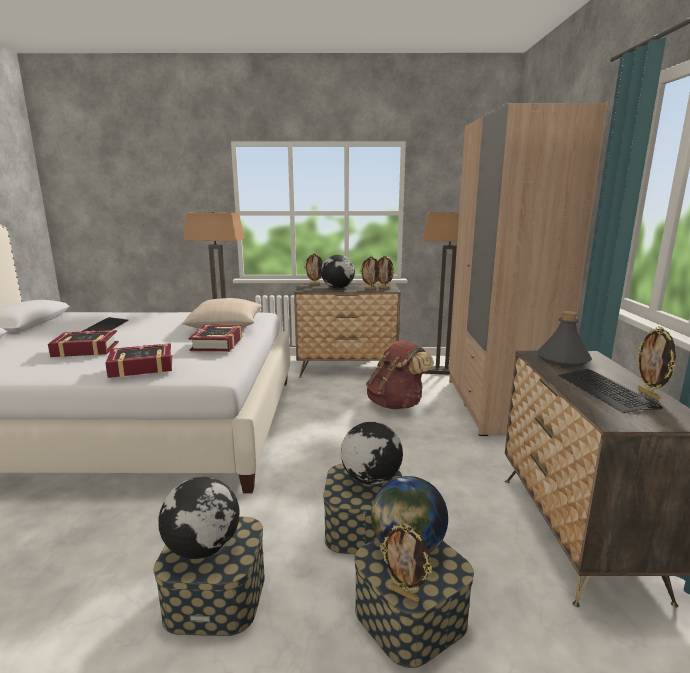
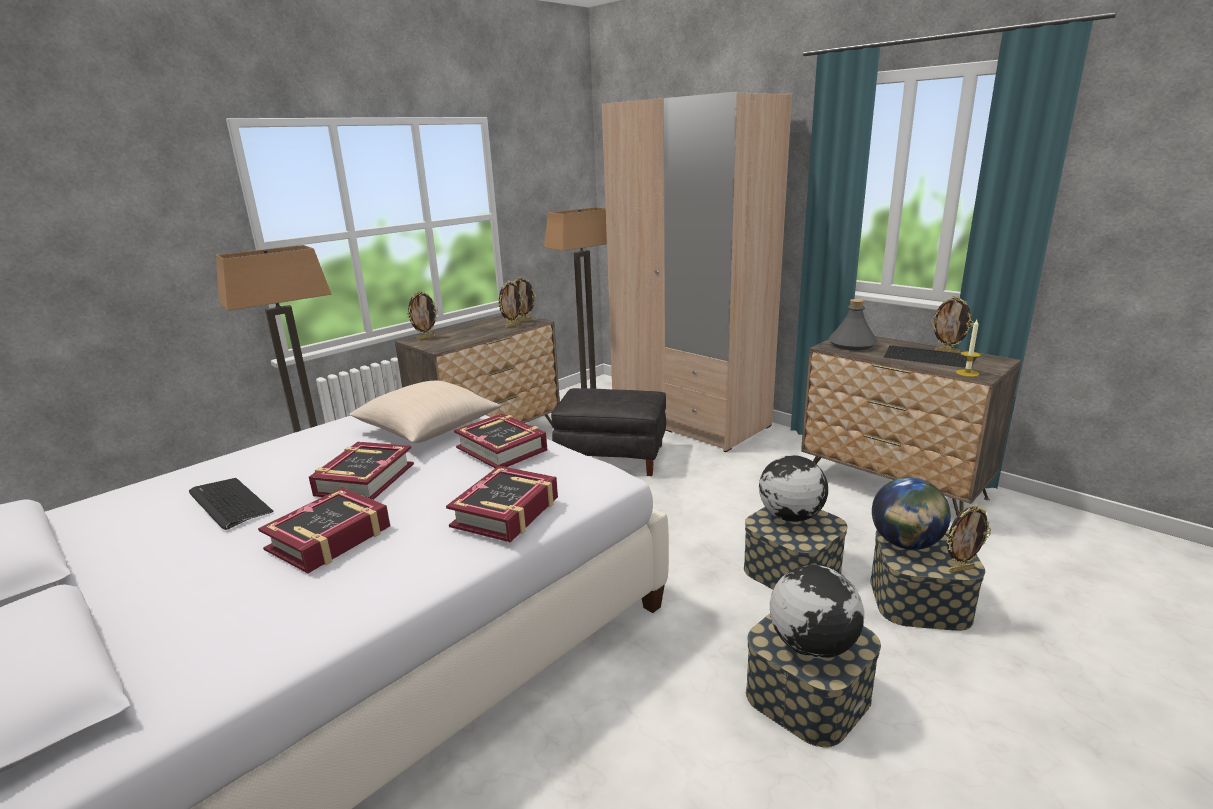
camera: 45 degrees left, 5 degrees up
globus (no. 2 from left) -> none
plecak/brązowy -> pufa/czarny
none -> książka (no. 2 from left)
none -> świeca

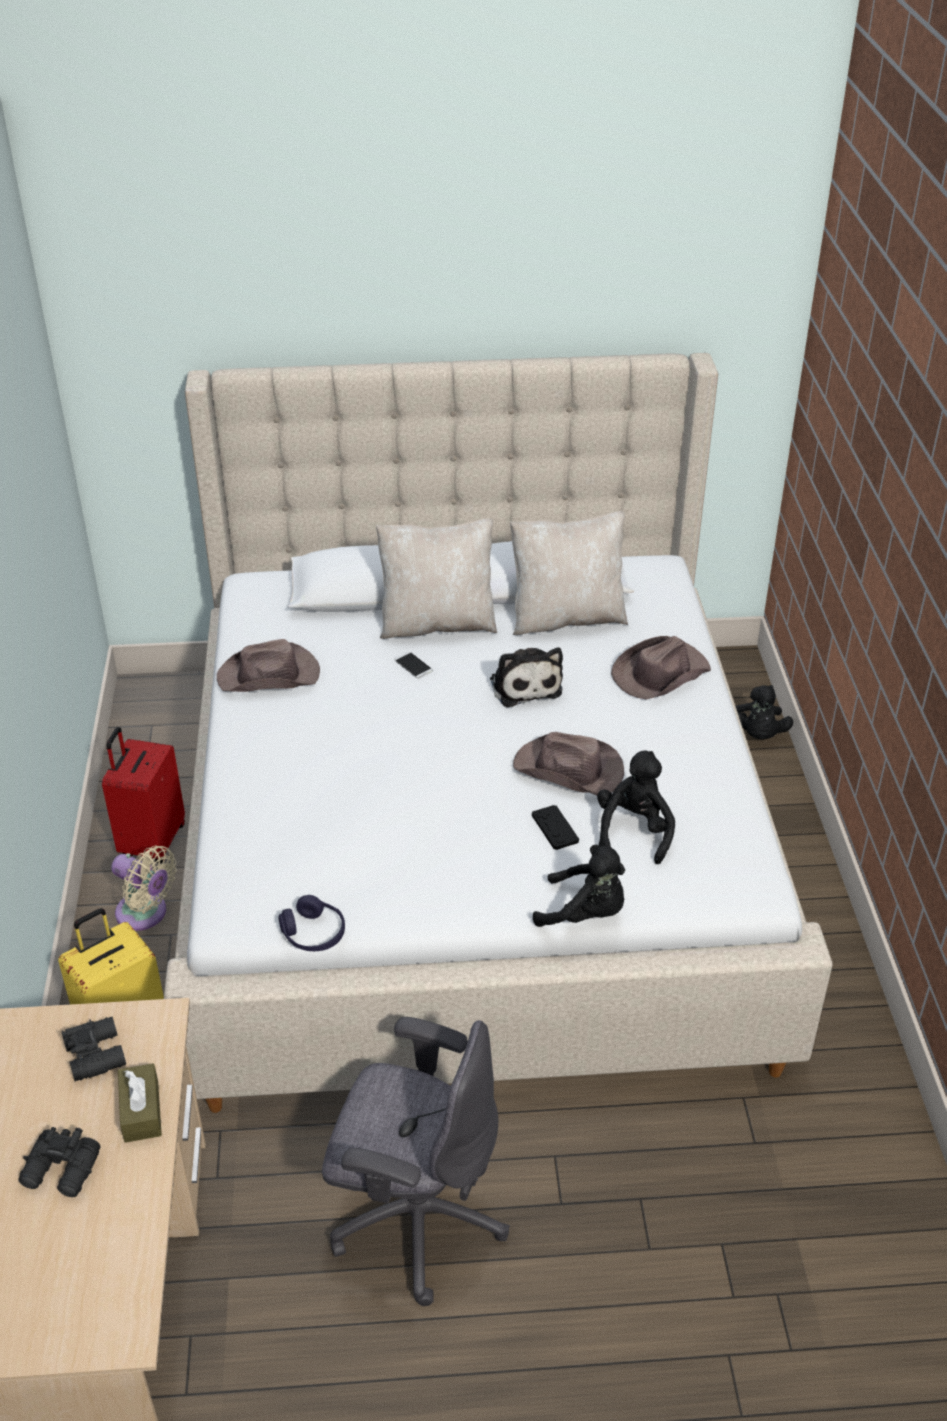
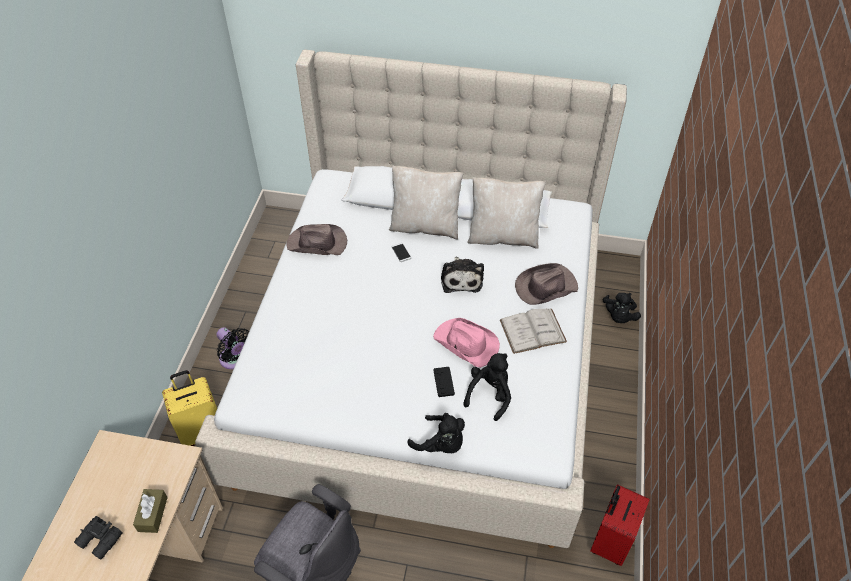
camera: 15 degrees right, 10 degrees up
lornetka/czarny (no. 2 from left) -> none
walizka/czerwony, relocated
wentylator/beżowy -> wentylator/czarny
słuchawki/fioletowy -> none
kapelusz/brązowy (no. 2 from left) -> kapelusz/różowy
none -> książka/biały

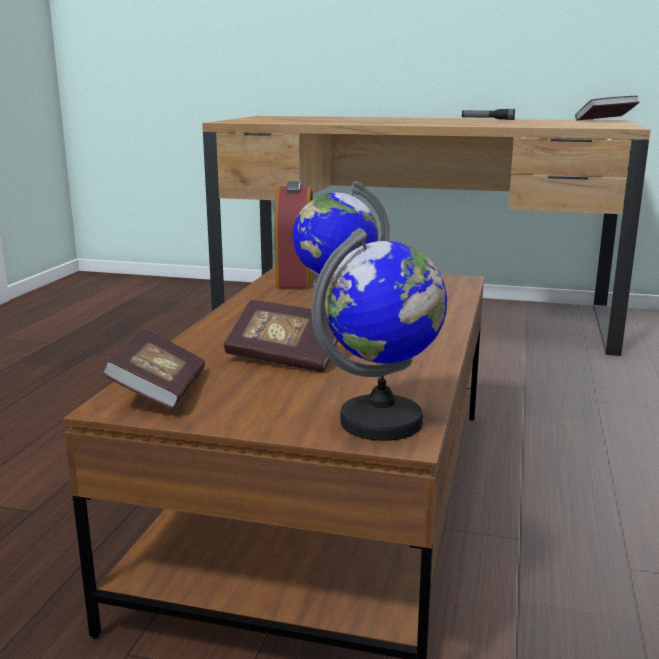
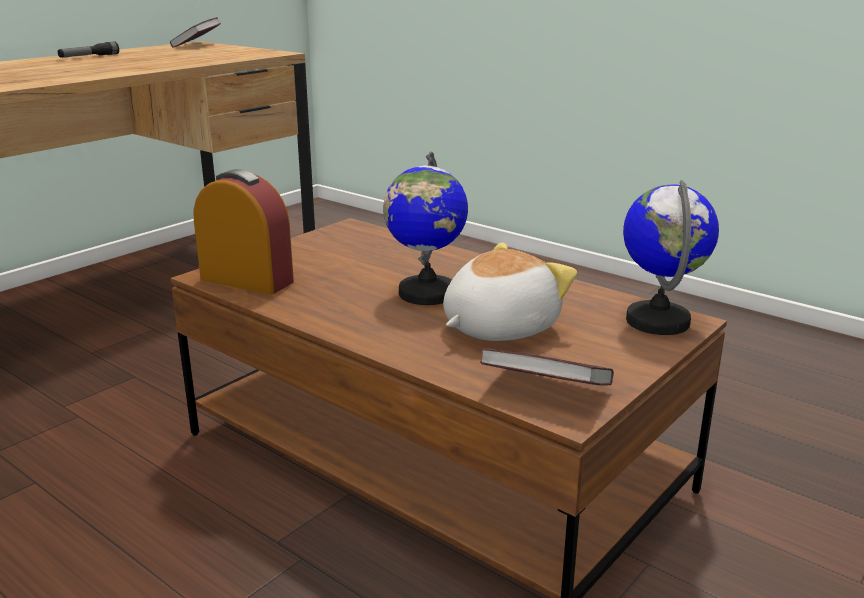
camera: 65 degrees left, 5 degrees up
książka (no. 2 from left) -> pluszak

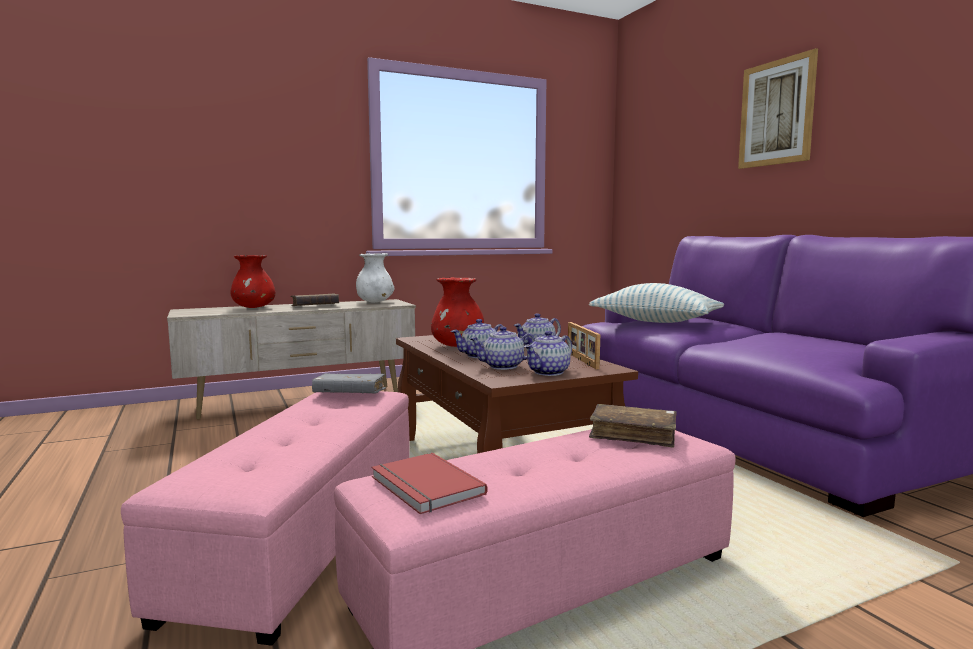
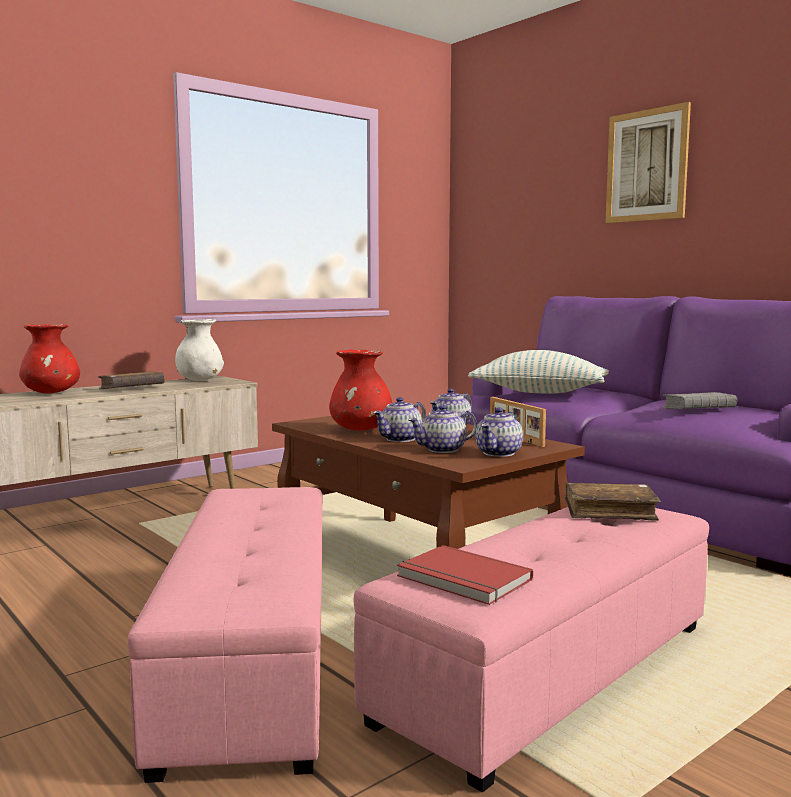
camera: 15 degrees left, 0 degrees up
książka/szary, relocated

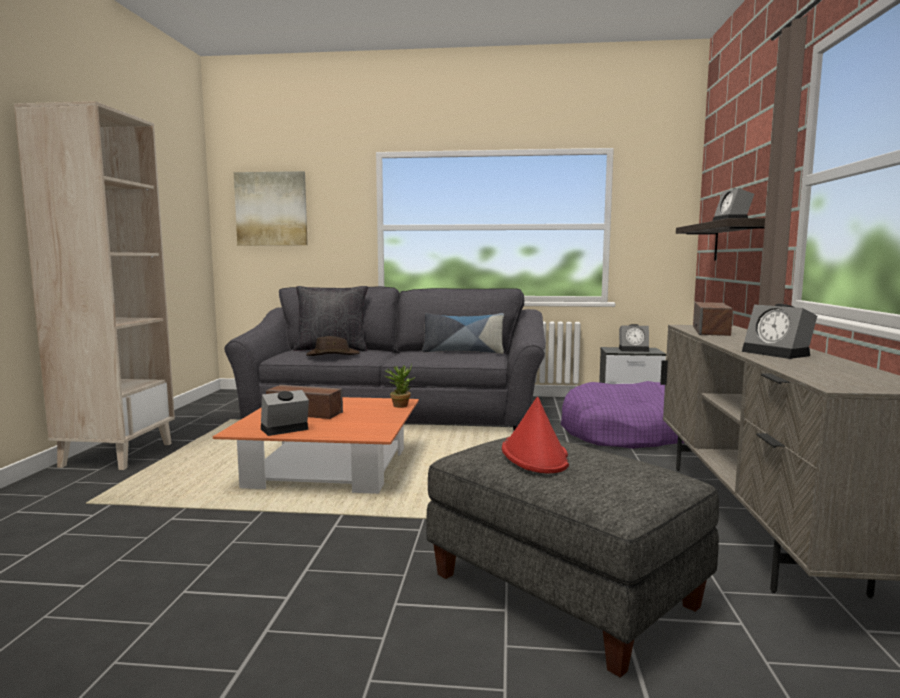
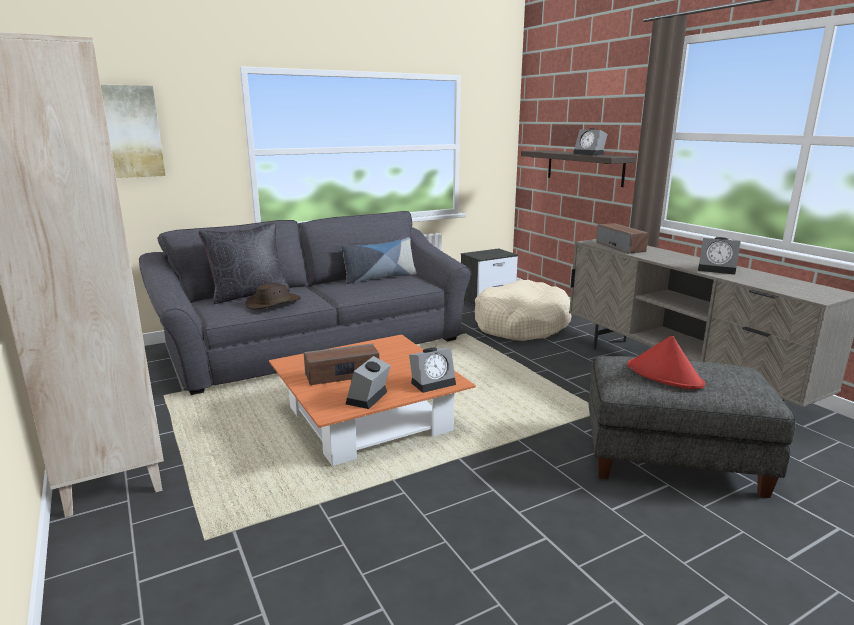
camera: 35 degrees left, 10 degrees up
roślina doniczkowa -> none
legowisko/fioletowy -> legowisko/beżowy
budzik (no. 2 from left), relocated

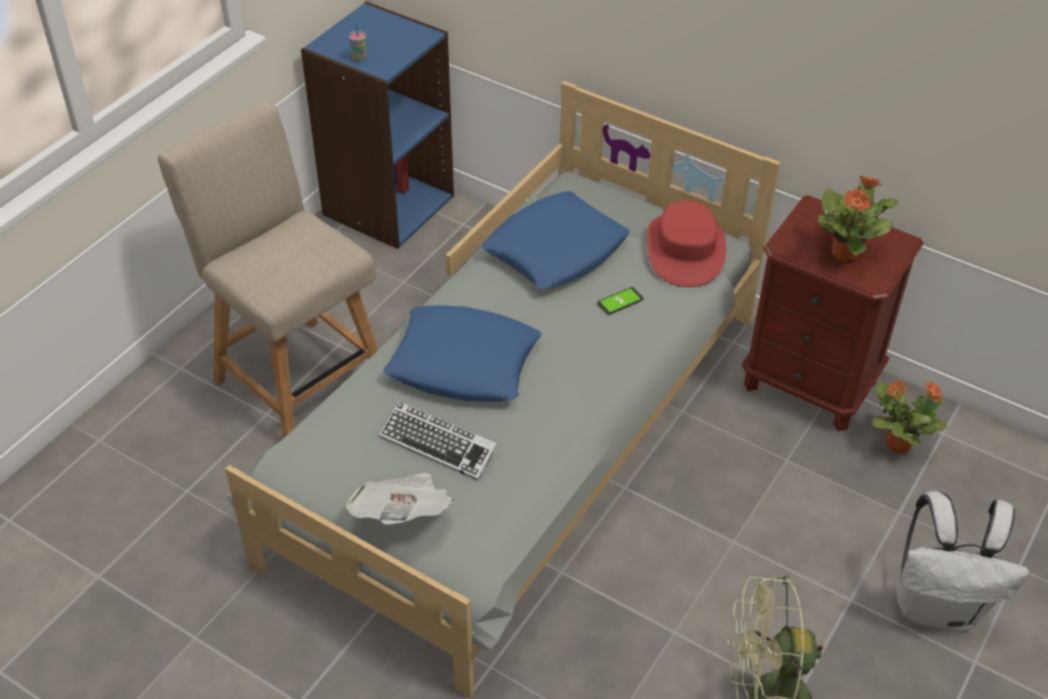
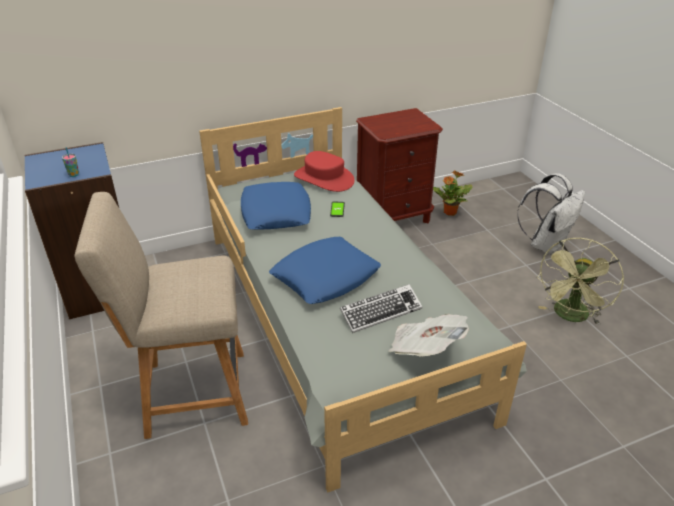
camera: 55 degrees left, 10 degrees down
roślina doniczkowa (no. 1 from left) -> none

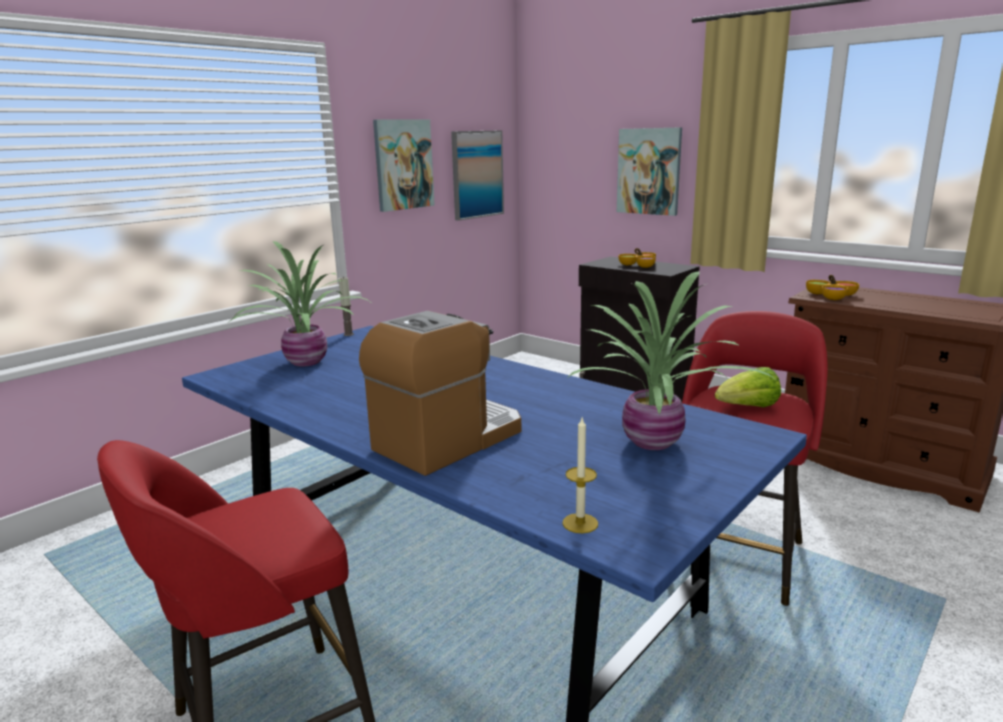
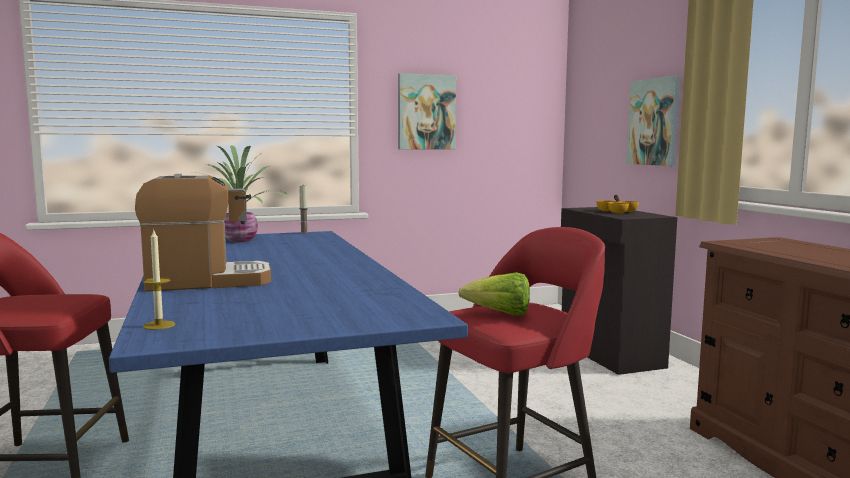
camera: 30 degrees right, 10 degrees down
obraz (no. 2 from left) -> none
roślina doniczkowa (no. 2 from left) -> none
miska (no. 2 from left) -> none

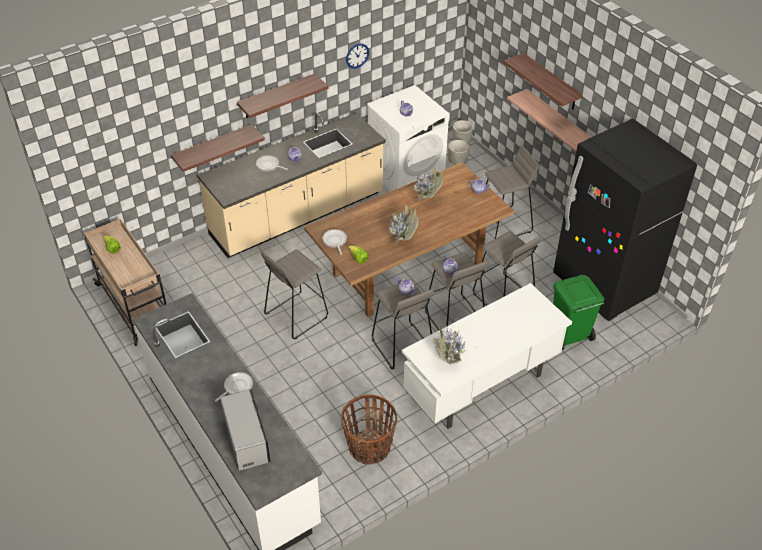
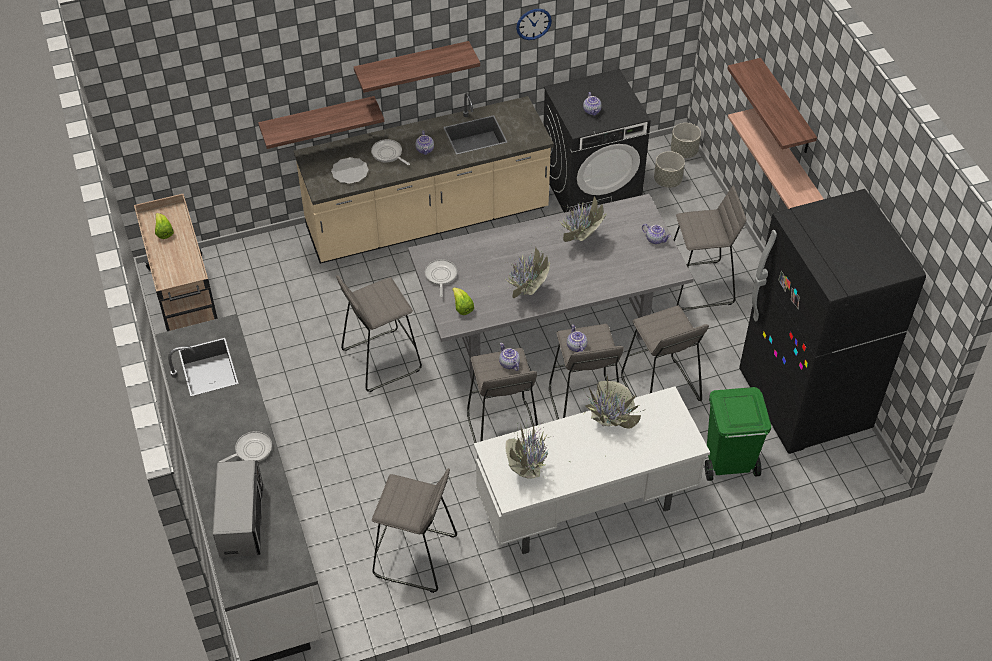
camera: 15 degrees right, 5 degrees up
stół jadalny/brązowy -> stół jadalny/szary
koszyk -> stołek/szary (no. 2 from left)
pralka/biały -> pralka/czarny
none -> talerz
none -> roślina doniczkowa (no. 4 from left)

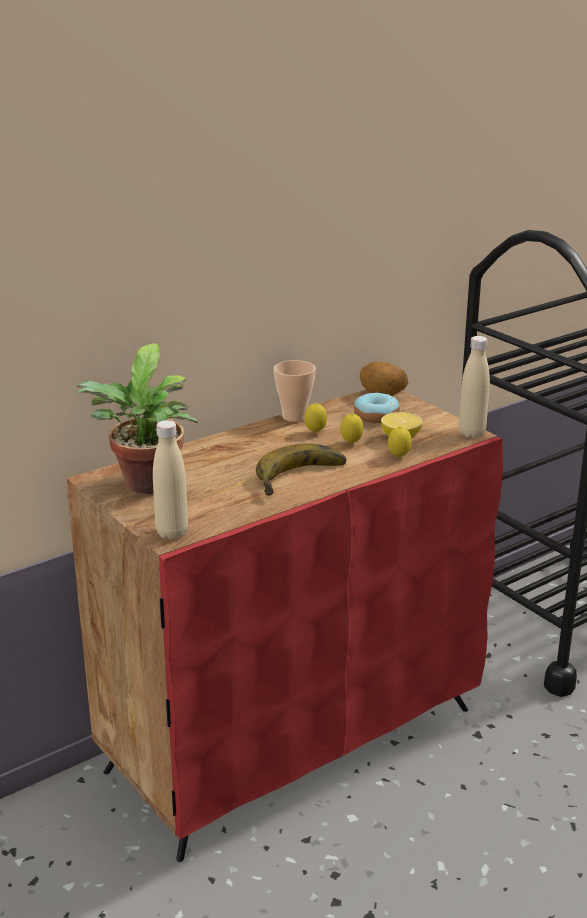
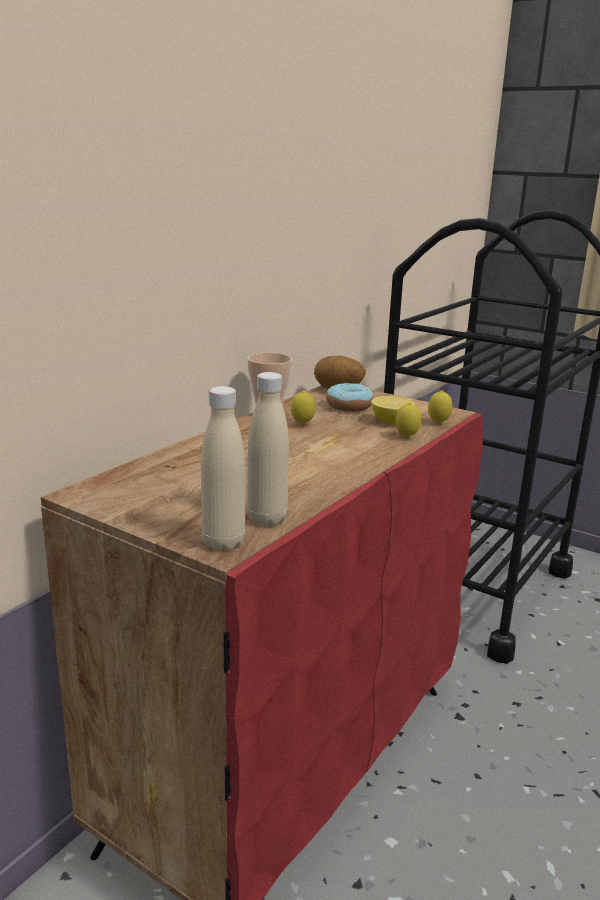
camera: 20 degrees left, 5 degrees down
roślina doniczkowa -> none
banan -> none
cytryna (no. 2 from left in the first image) -> cytryna (no. 4 from left), relocated
butelka/beżowy (no. 2 from left), relocated

